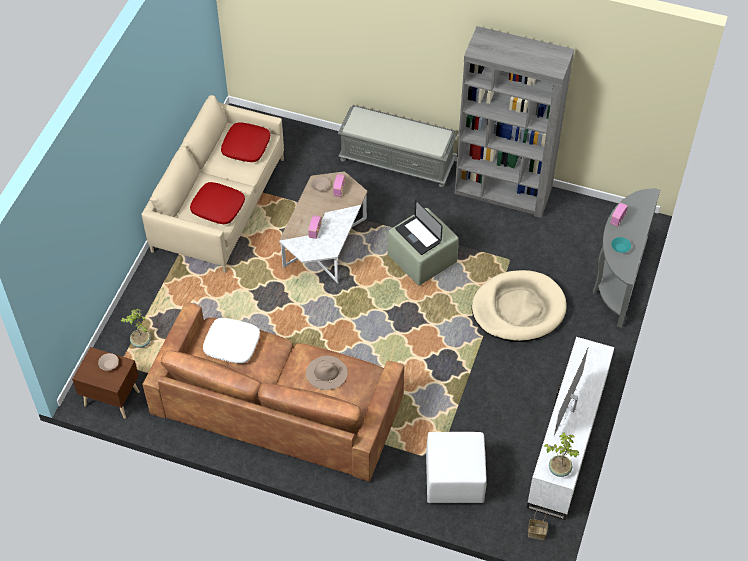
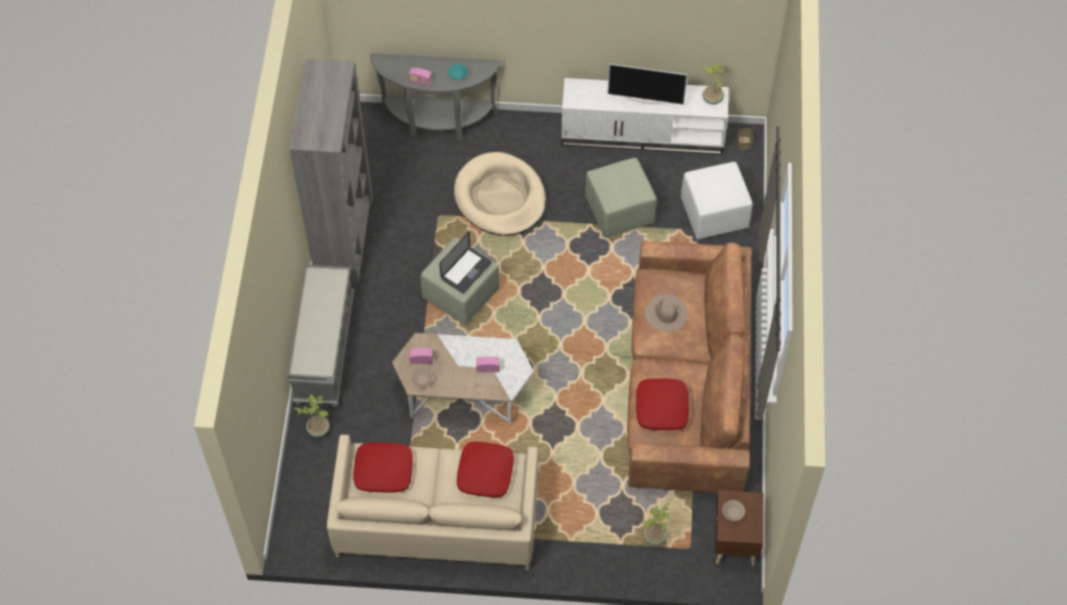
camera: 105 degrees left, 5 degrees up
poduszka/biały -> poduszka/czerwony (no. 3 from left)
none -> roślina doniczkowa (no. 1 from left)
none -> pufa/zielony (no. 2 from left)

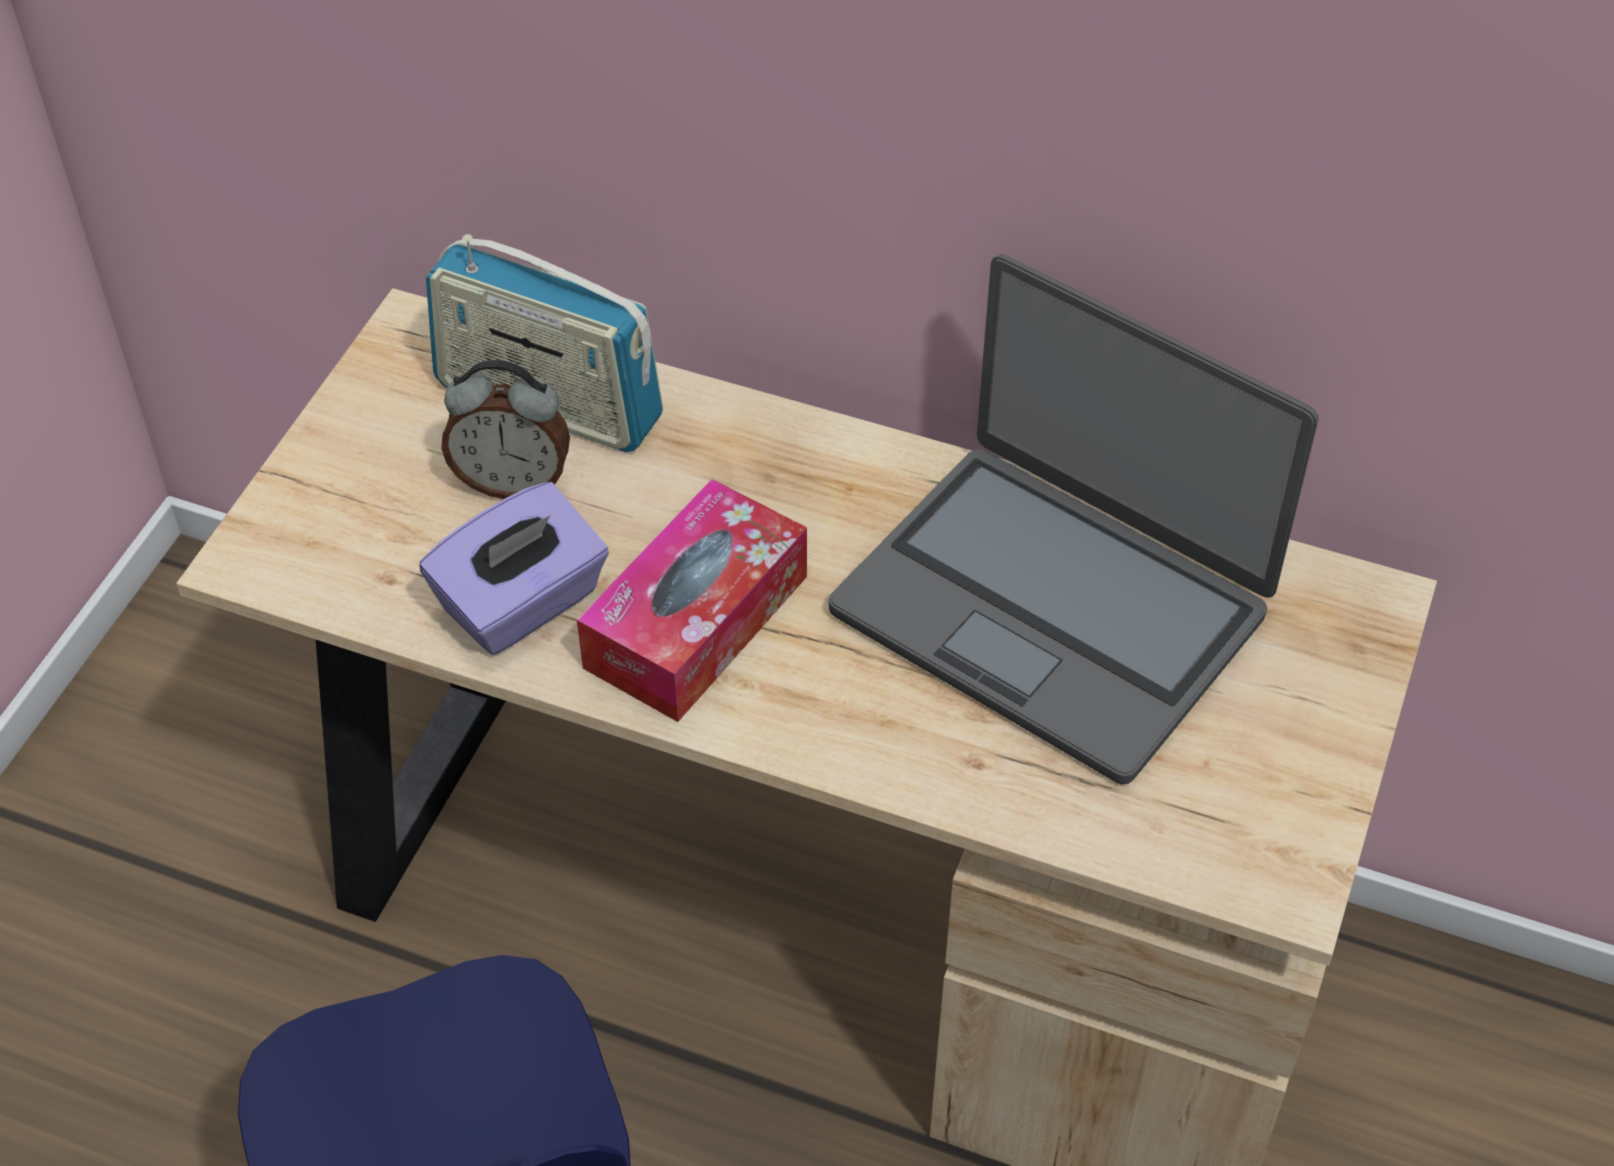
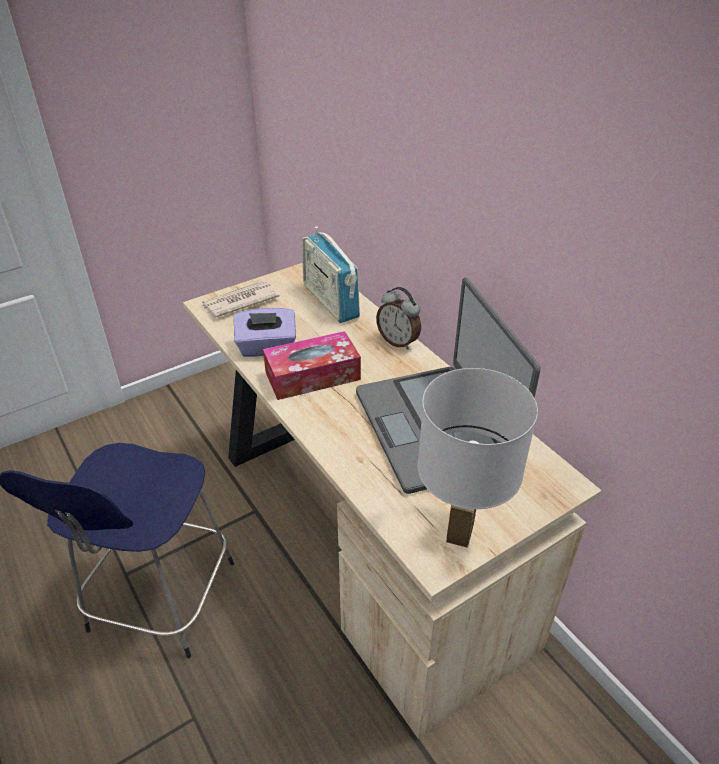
camera: 35 degrees right, 10 degrees down
budzik, relocated
none -> gazeta
none -> lampa stołowa/biały

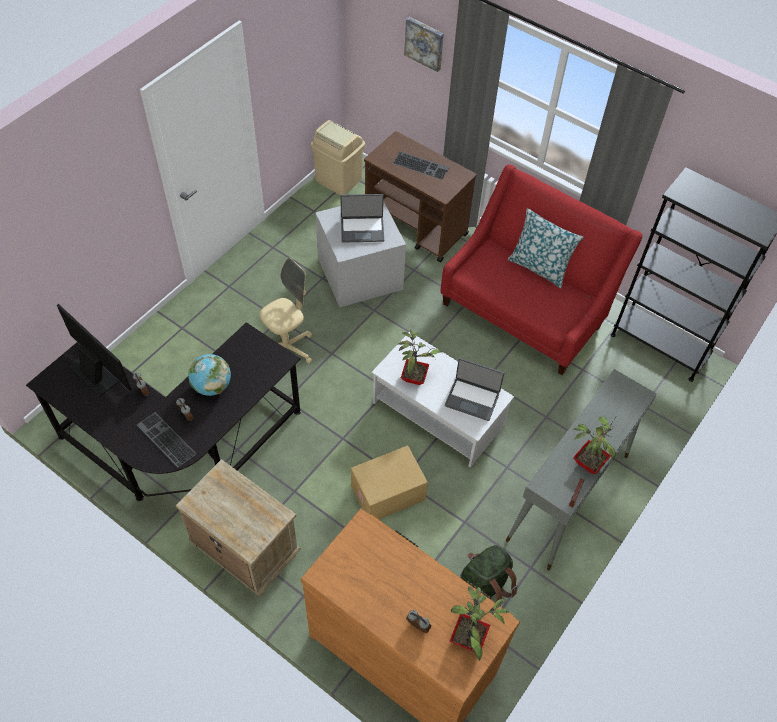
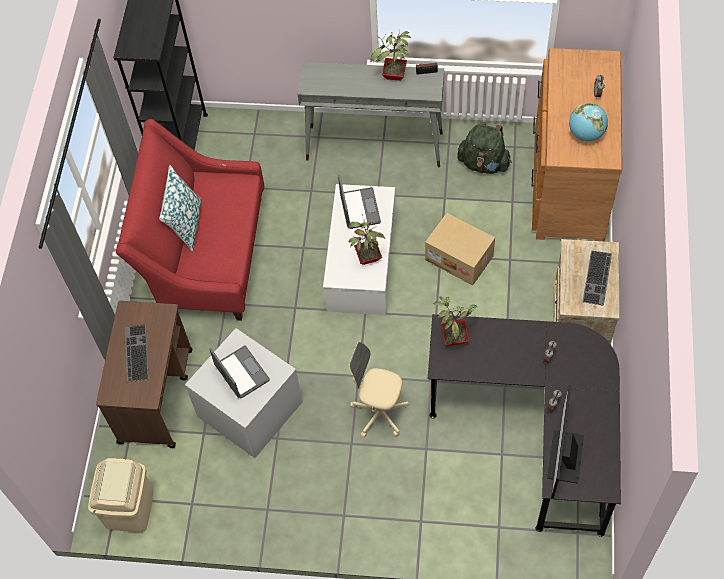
camera: 115 degrees left, 5 degrees up
klawiatura (no. 1 from left in the first image) -> klawiatura (no. 2 from left), relocated
globus, relocated
obraz -> none
roślina doniczkowa (no. 2 from left in the first image) -> roślina doniczkowa (no. 3 from left), relocated

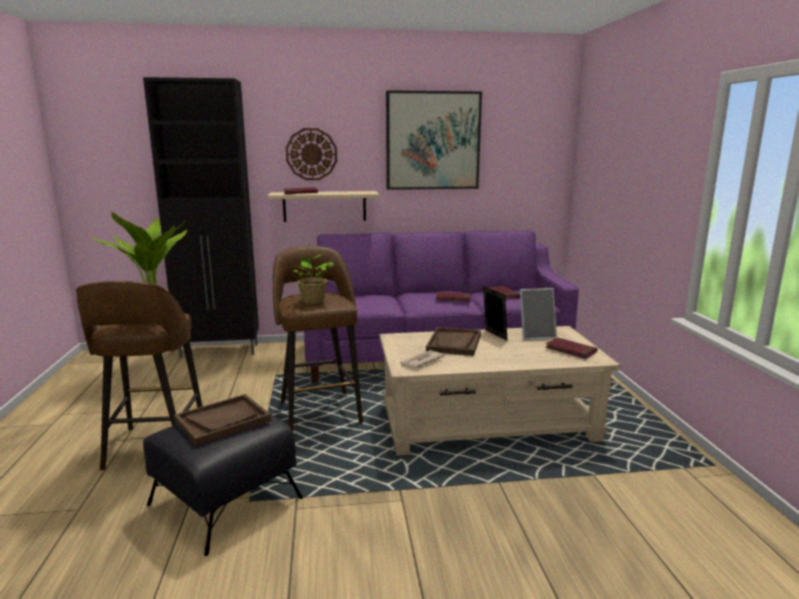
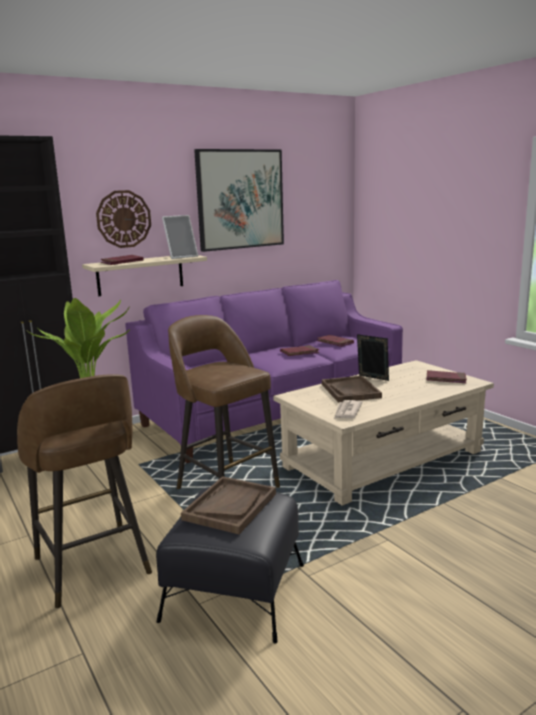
camera: 25 degrees left, 0 degrees up
roślina doniczkowa (no. 2 from left) -> none
ramka na zdjęcie (no. 2 from left in the first image) -> ramka na zdjęcie (no. 1 from left), relocated

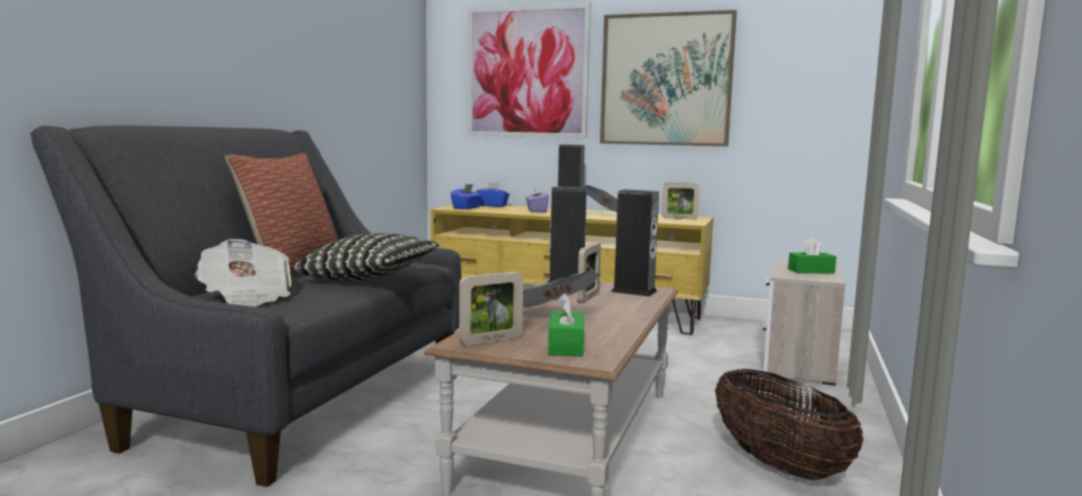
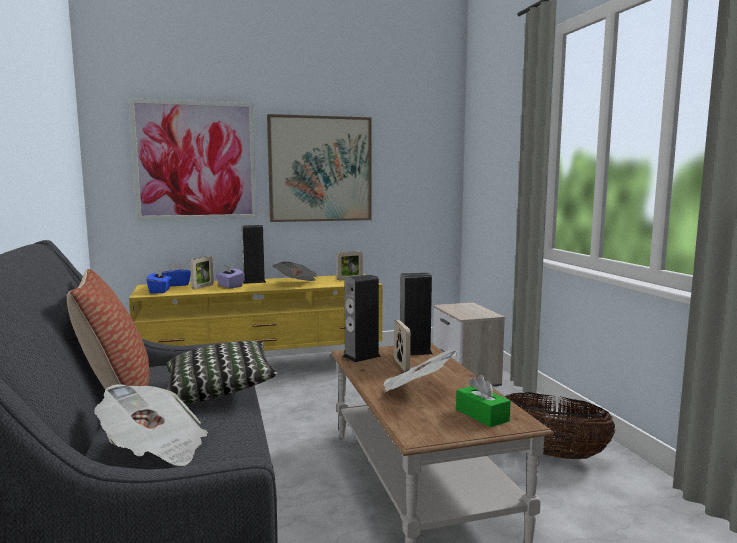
camera: 35 degrees left, 0 degrees up
ramka na zdjęcie (no. 1 from left), relocated
pudełko chusteczek/zielony (no. 2 from left) -> none

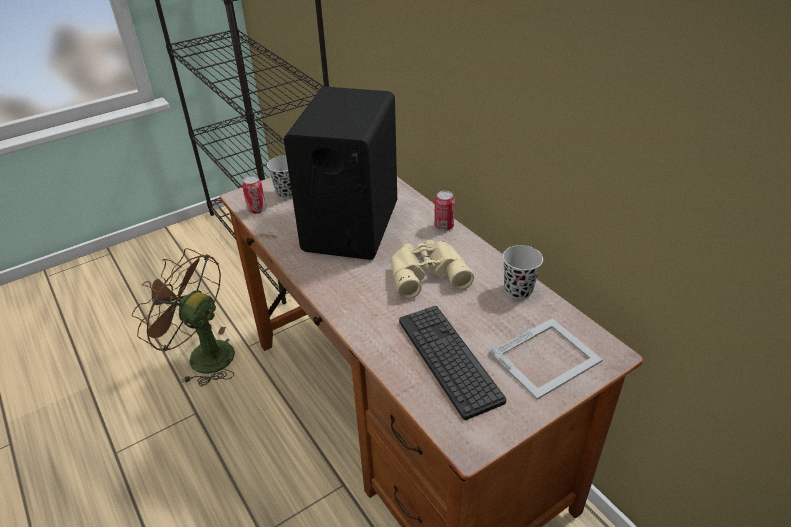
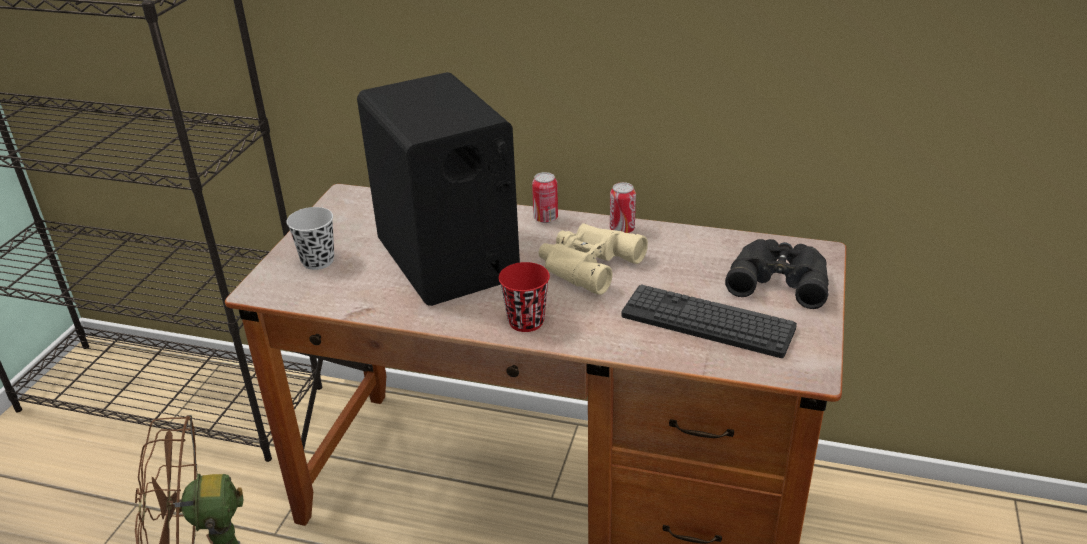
camera: 40 degrees left, 5 degrees down
puszka (no. 1 from left in the first image) -> puszka (no. 2 from left), relocated
ramka na zdjęcie -> lornetka/czarny
filiżanka/czarny (no. 2 from left) -> none
none -> filiżanka/czerwony

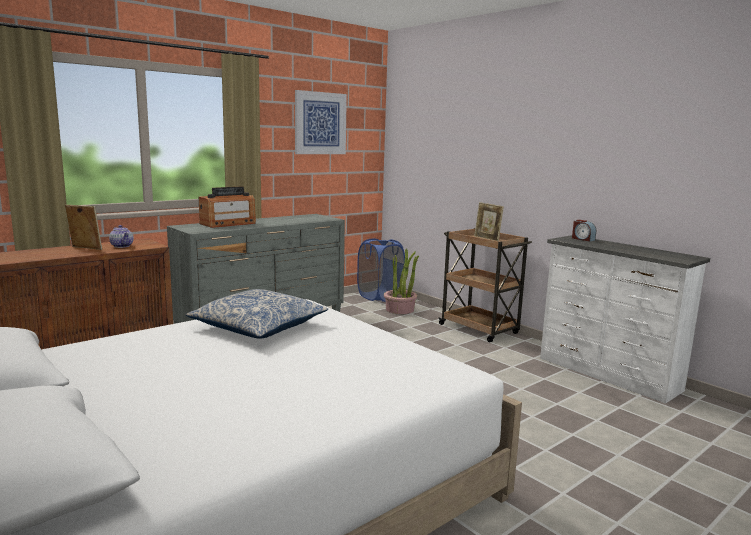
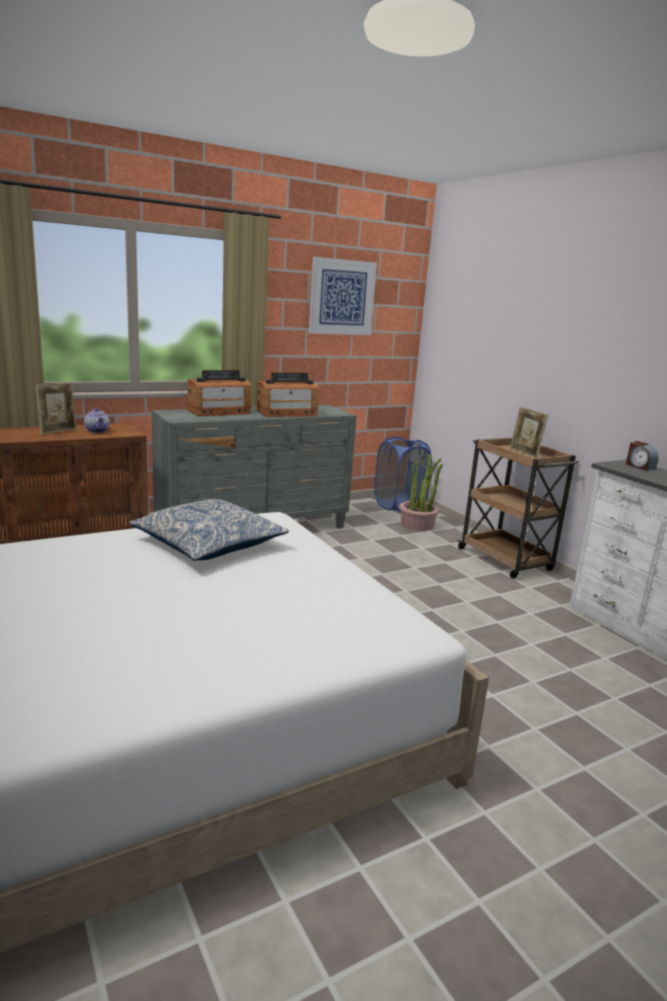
camera: 10 degrees right, 5 degrees up
ramka na zdjęcie (no. 1 from left), 90 degrees clockwise
none -> radio (no. 2 from left)

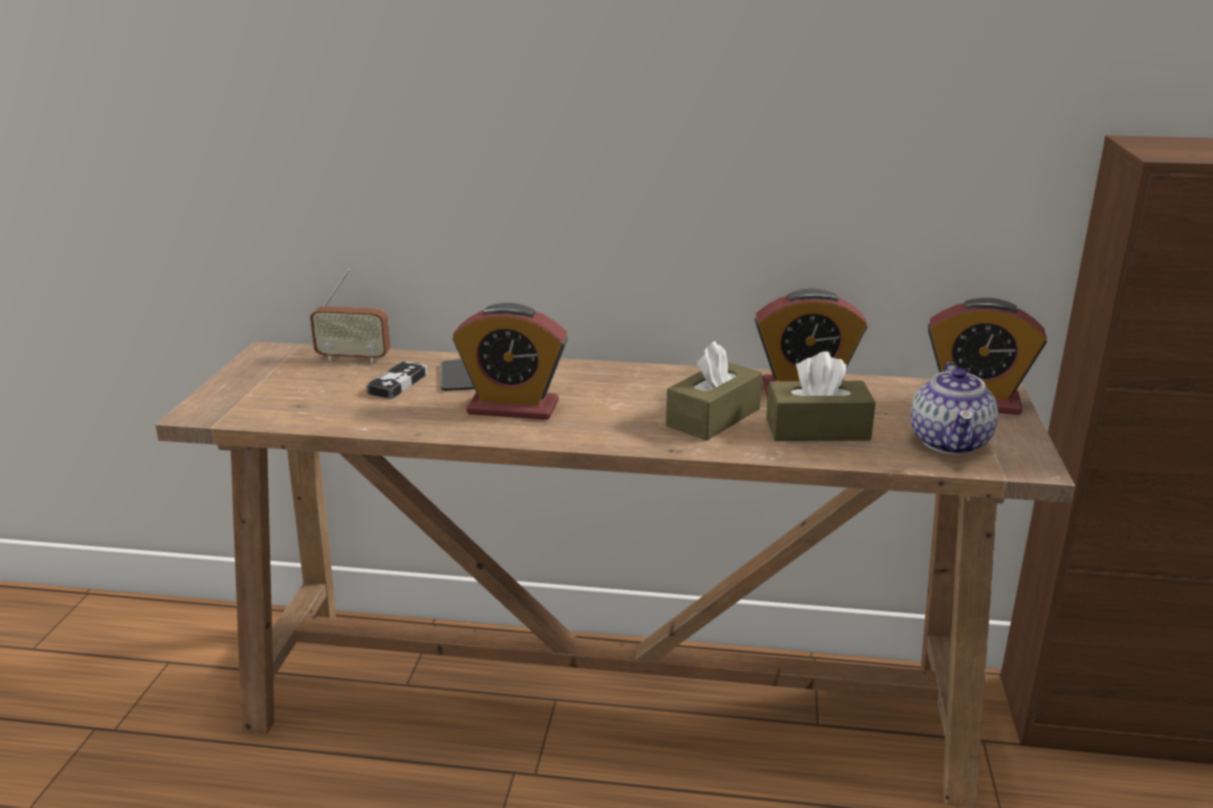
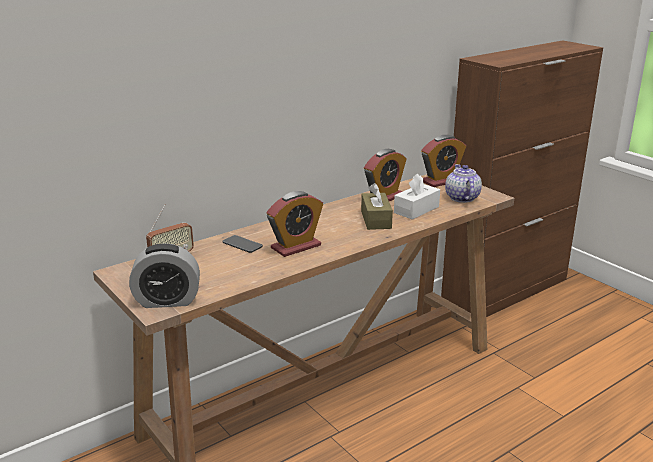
camera: 45 degrees left, 0 degrees up
pad do gier -> none
pudełko chusteczek/brązowy (no. 2 from left) -> pudełko chusteczek/biały
imbryk, 150 degrees counterclockwise
none -> budzik (no. 1 from left)

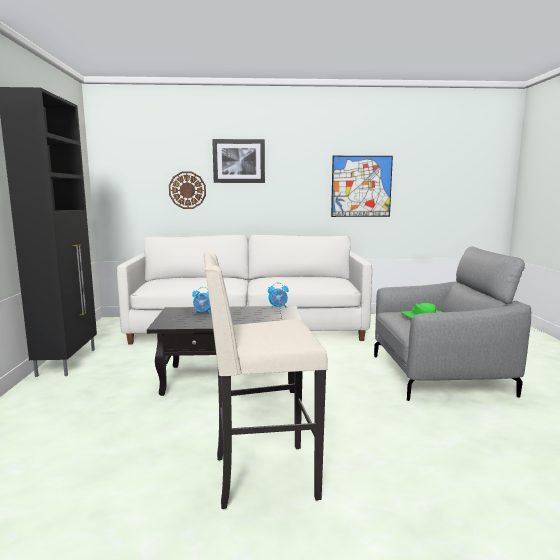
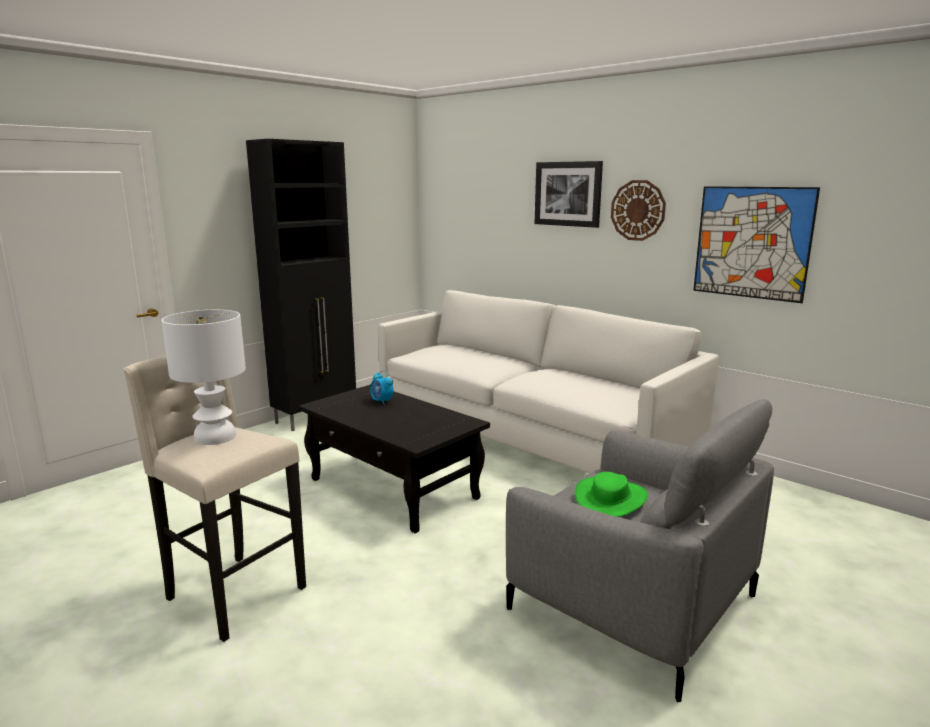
camera: 45 degrees right, 5 degrees up
zegar ścienny, relocated
budzik (no. 2 from left) -> none
none -> lampa stołowa/biały

